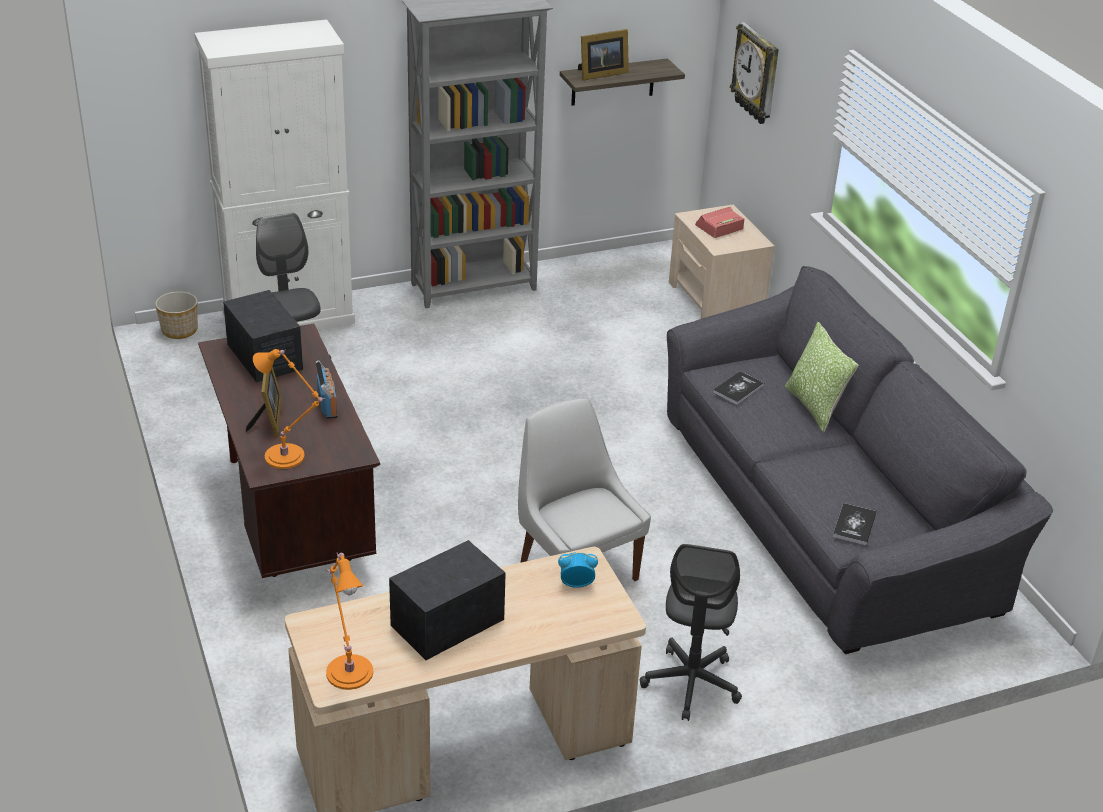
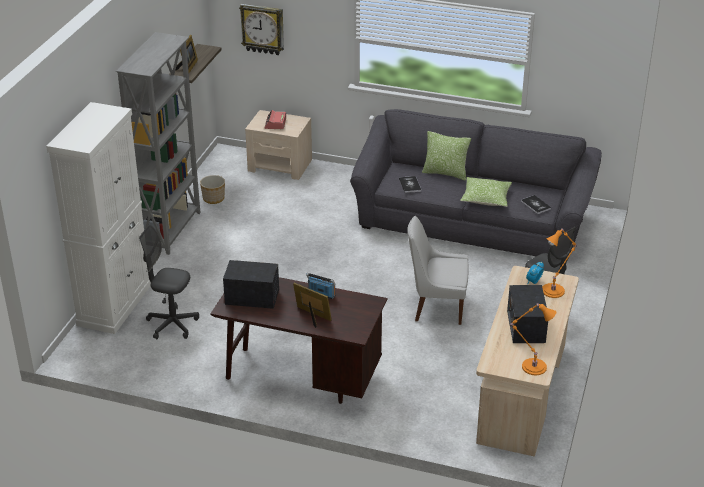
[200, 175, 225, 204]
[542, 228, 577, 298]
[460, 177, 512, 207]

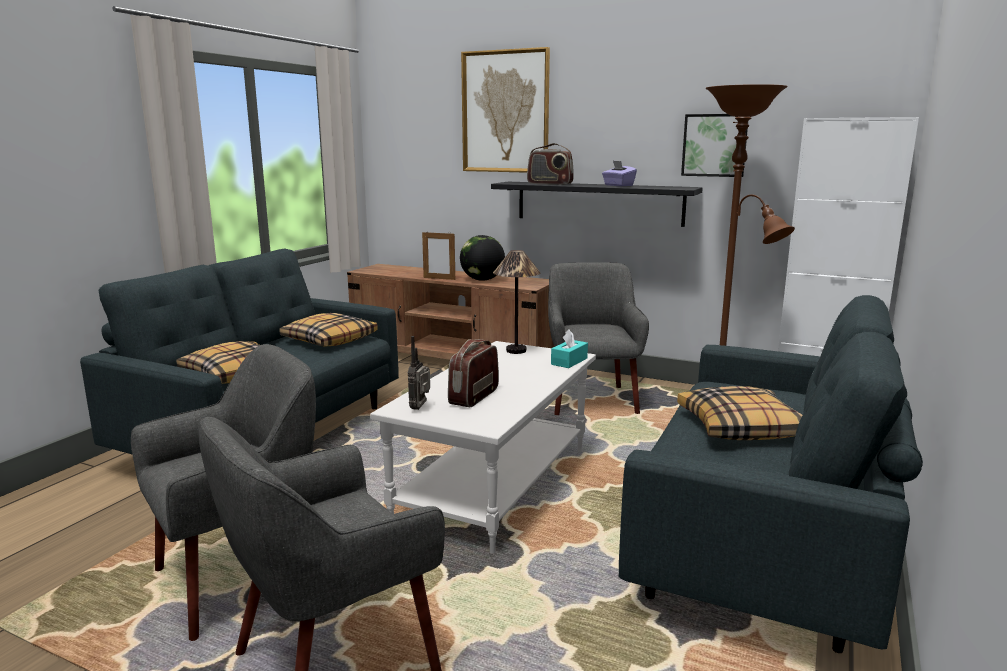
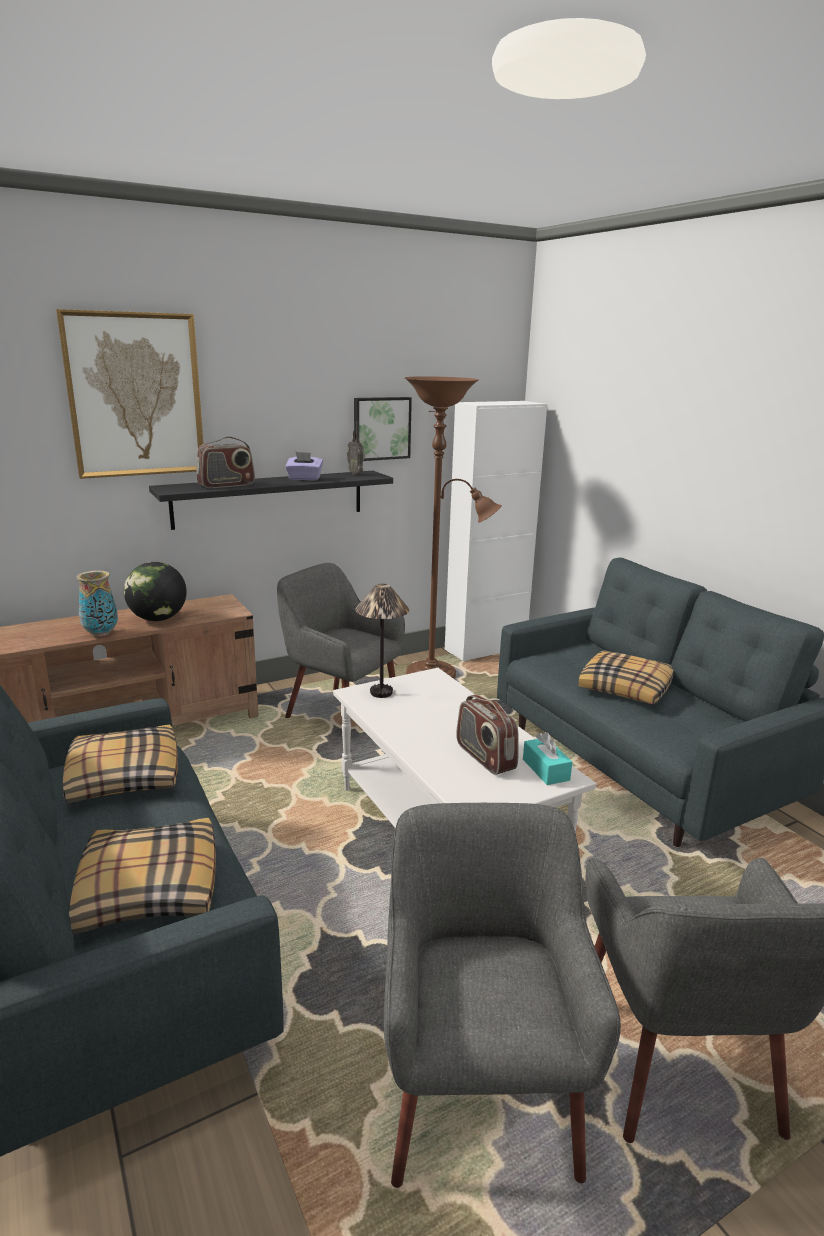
[347, 421, 365, 475]
[76, 571, 118, 637]
[523, 732, 572, 785]

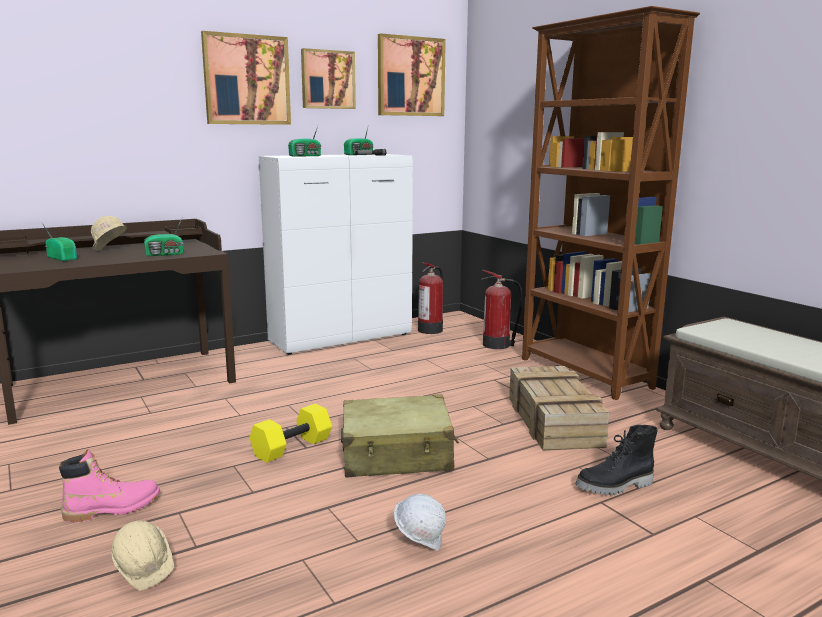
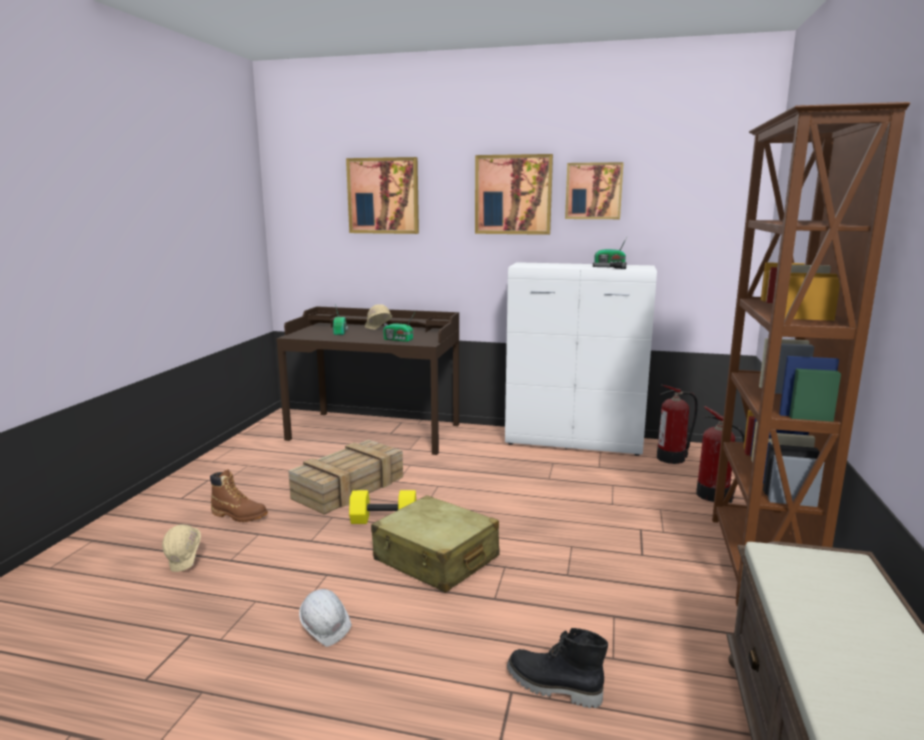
[210, 469, 268, 522]
[288, 126, 321, 157] (first image)
[346, 157, 419, 234]
[288, 440, 403, 515]

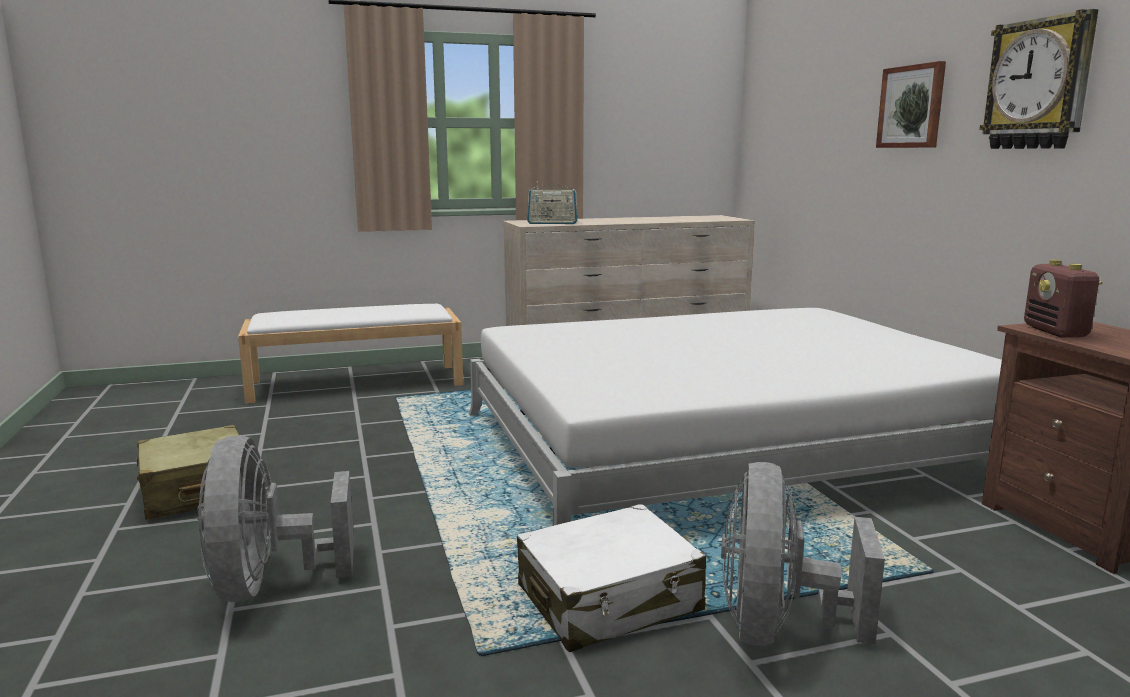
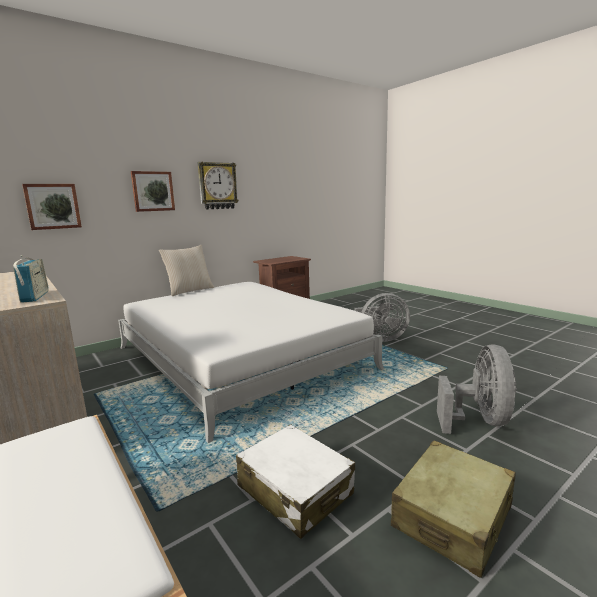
[437, 344, 517, 434]
[236, 424, 355, 539]
[1024, 259, 1102, 337] (first image)
[22, 184, 82, 230]
[159, 245, 214, 296]

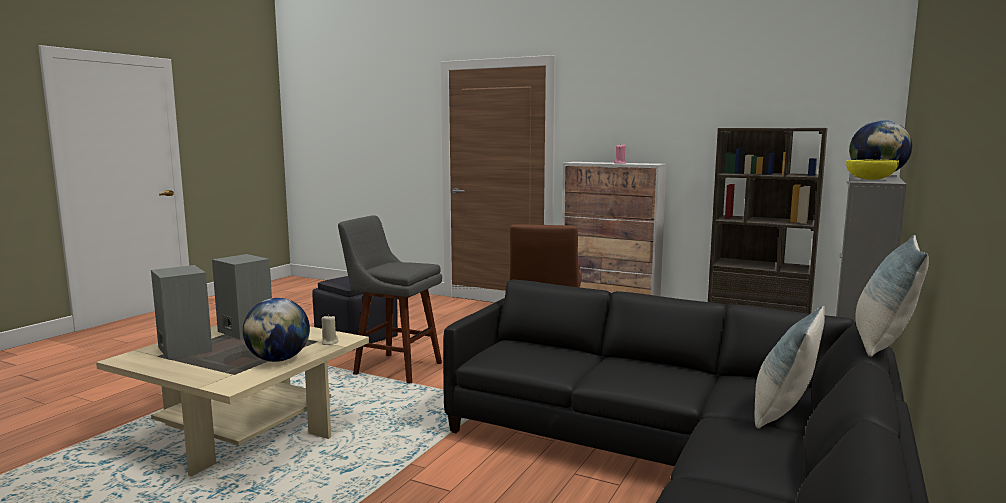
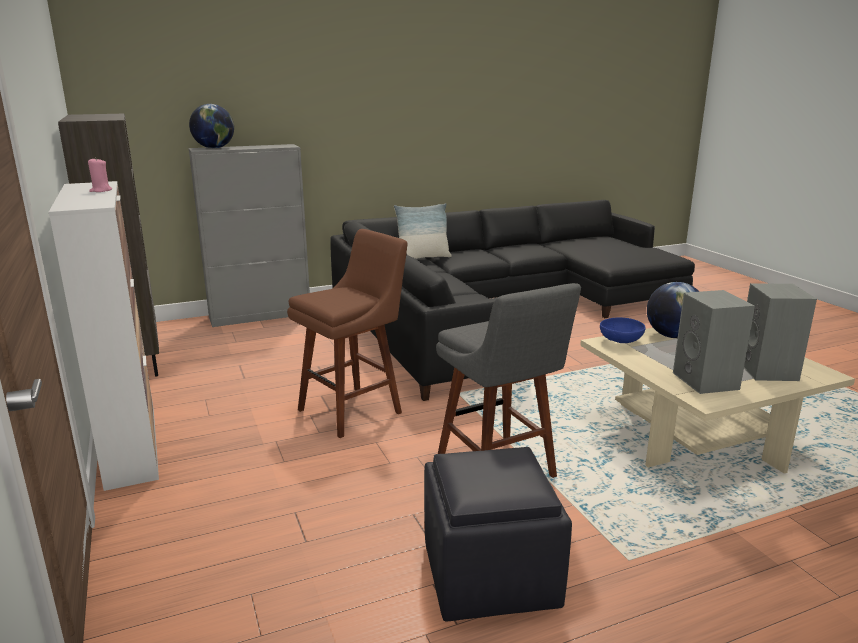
[600, 318, 646, 343]
[846, 160, 899, 180] (first image)
[855, 235, 929, 357] (first image)

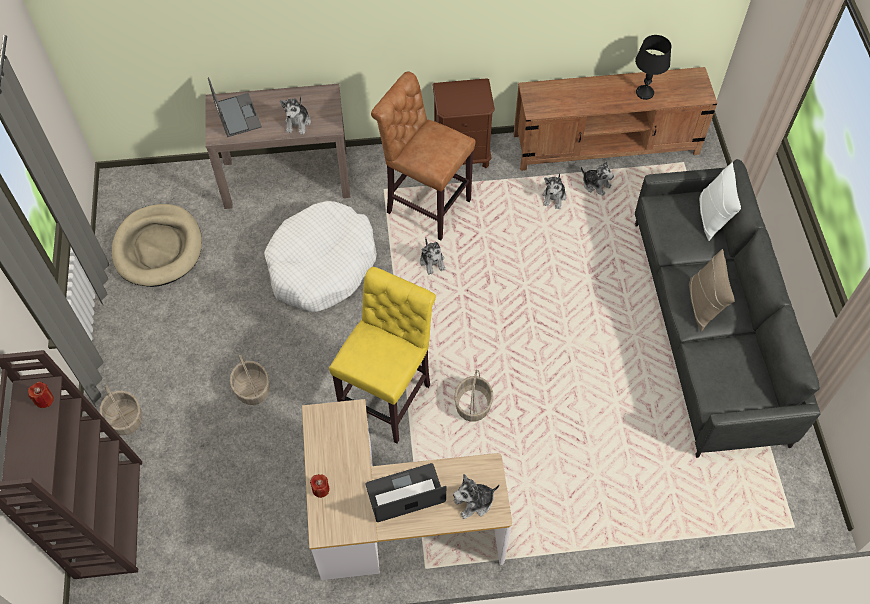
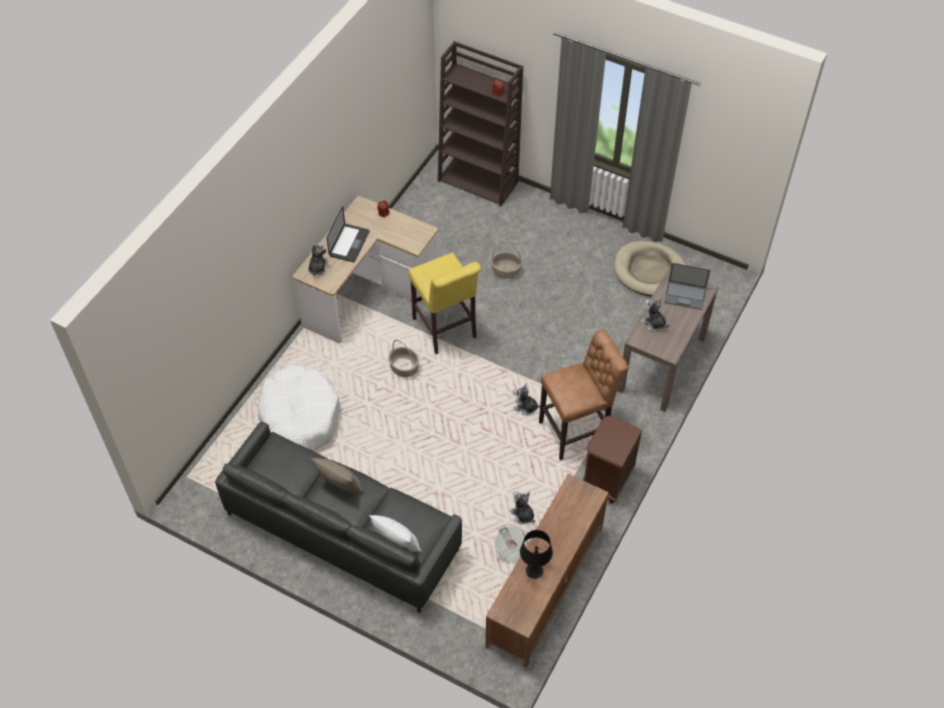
[100, 385, 142, 435] (first image)
[258, 364, 340, 451]
[495, 525, 529, 564]

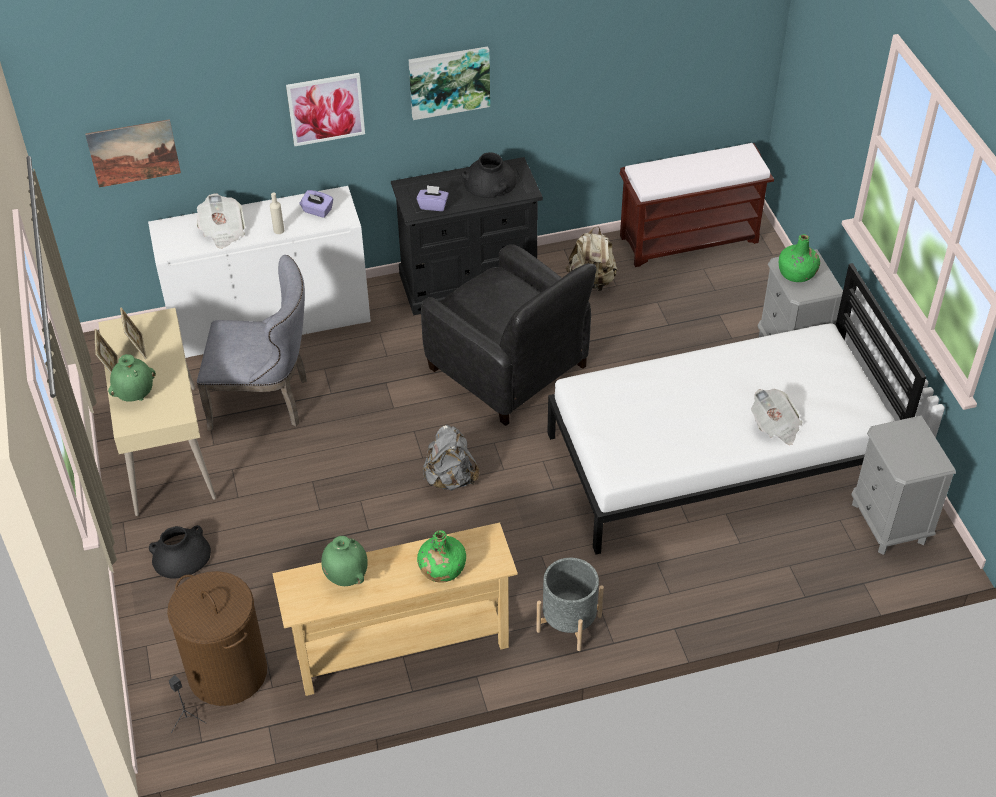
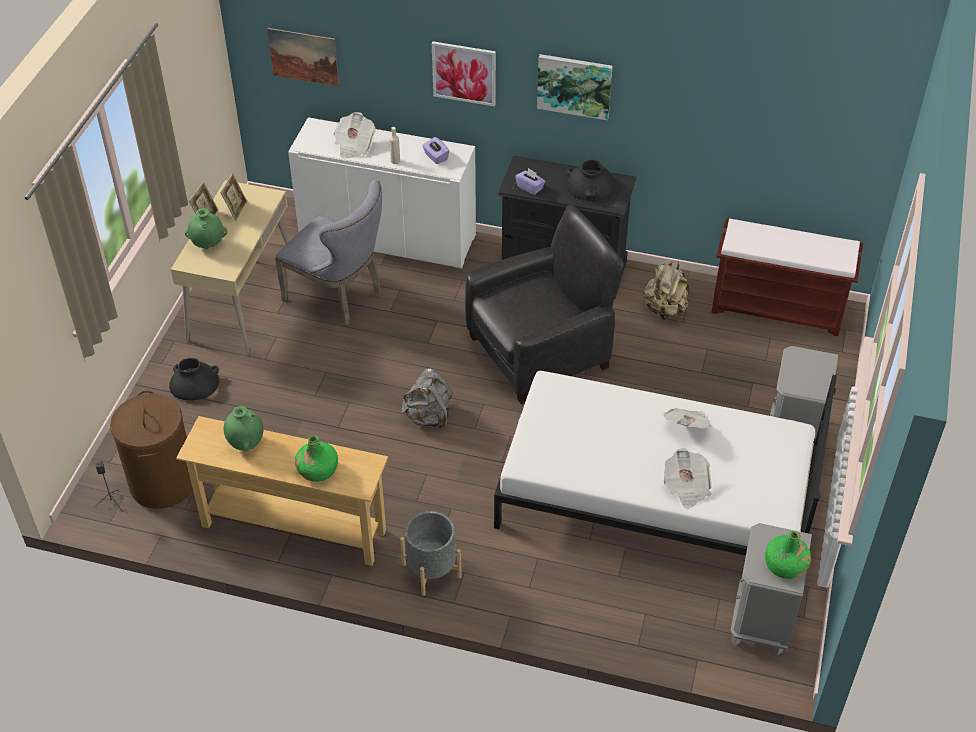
[465, 205, 624, 404]
[765, 531, 811, 579]
[664, 408, 712, 429]

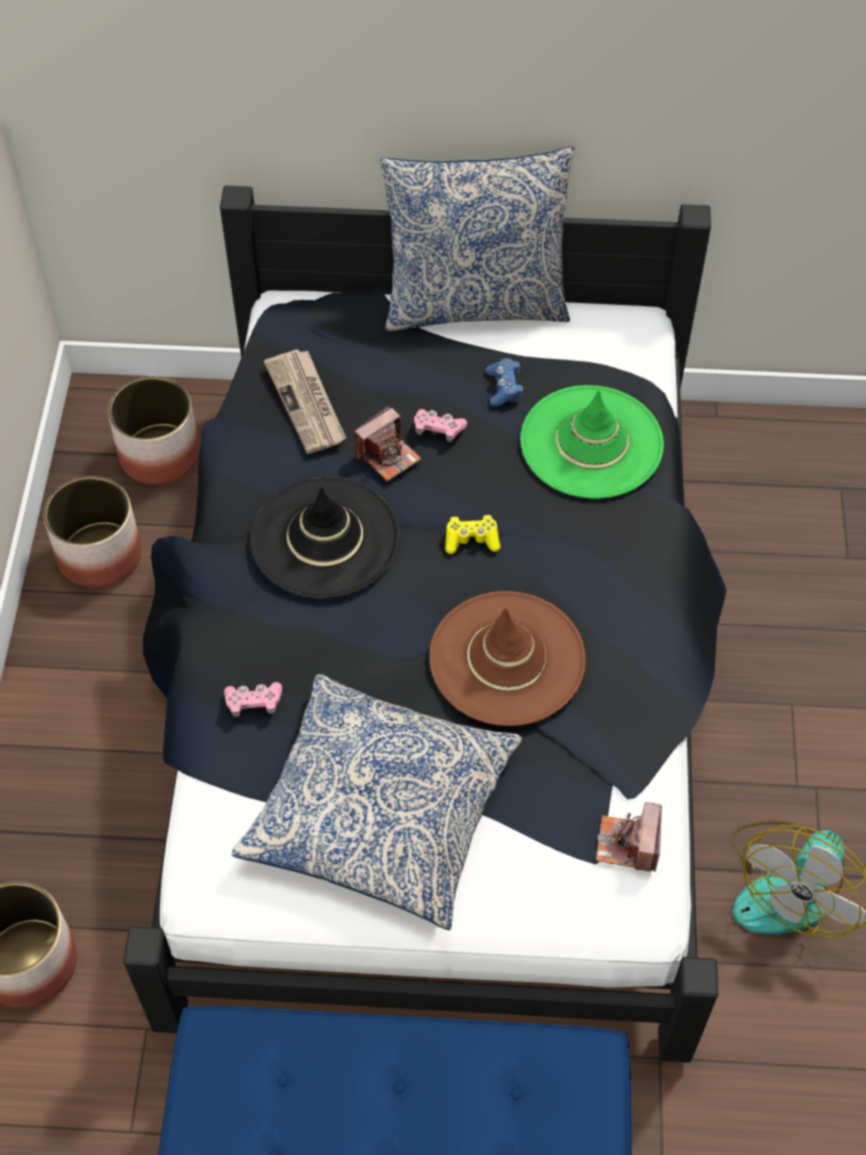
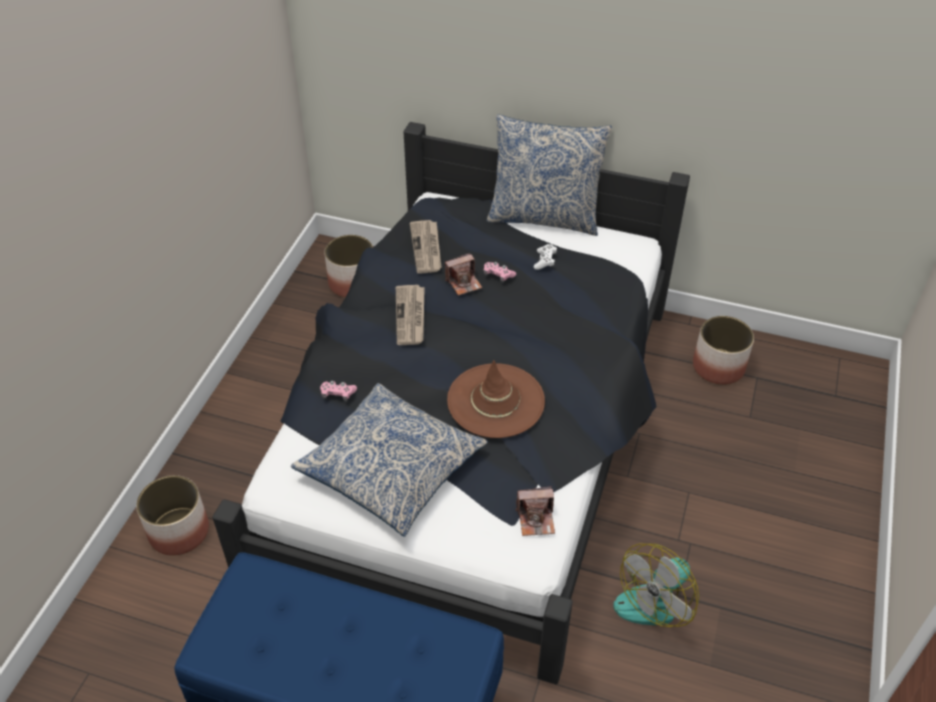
[693, 316, 754, 385]
[396, 285, 425, 345]
[445, 515, 500, 554] (first image)
[534, 244, 557, 270]
[520, 385, 664, 499] (first image)
[516, 486, 555, 536]

